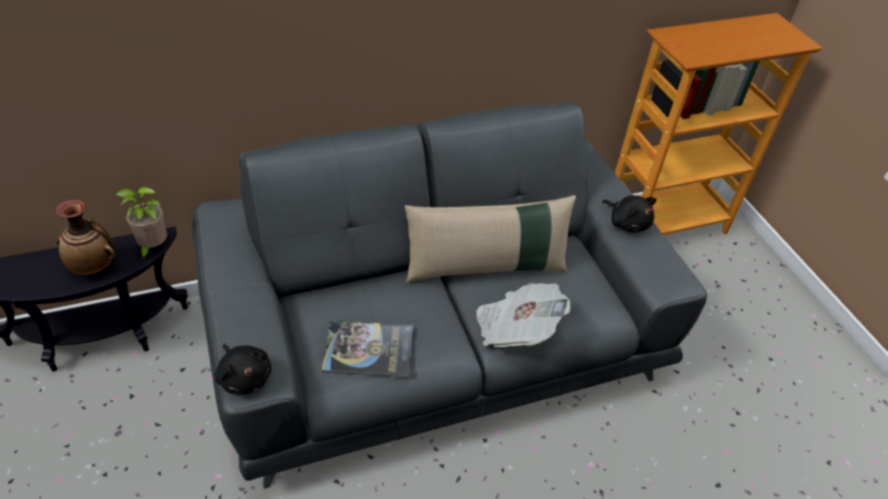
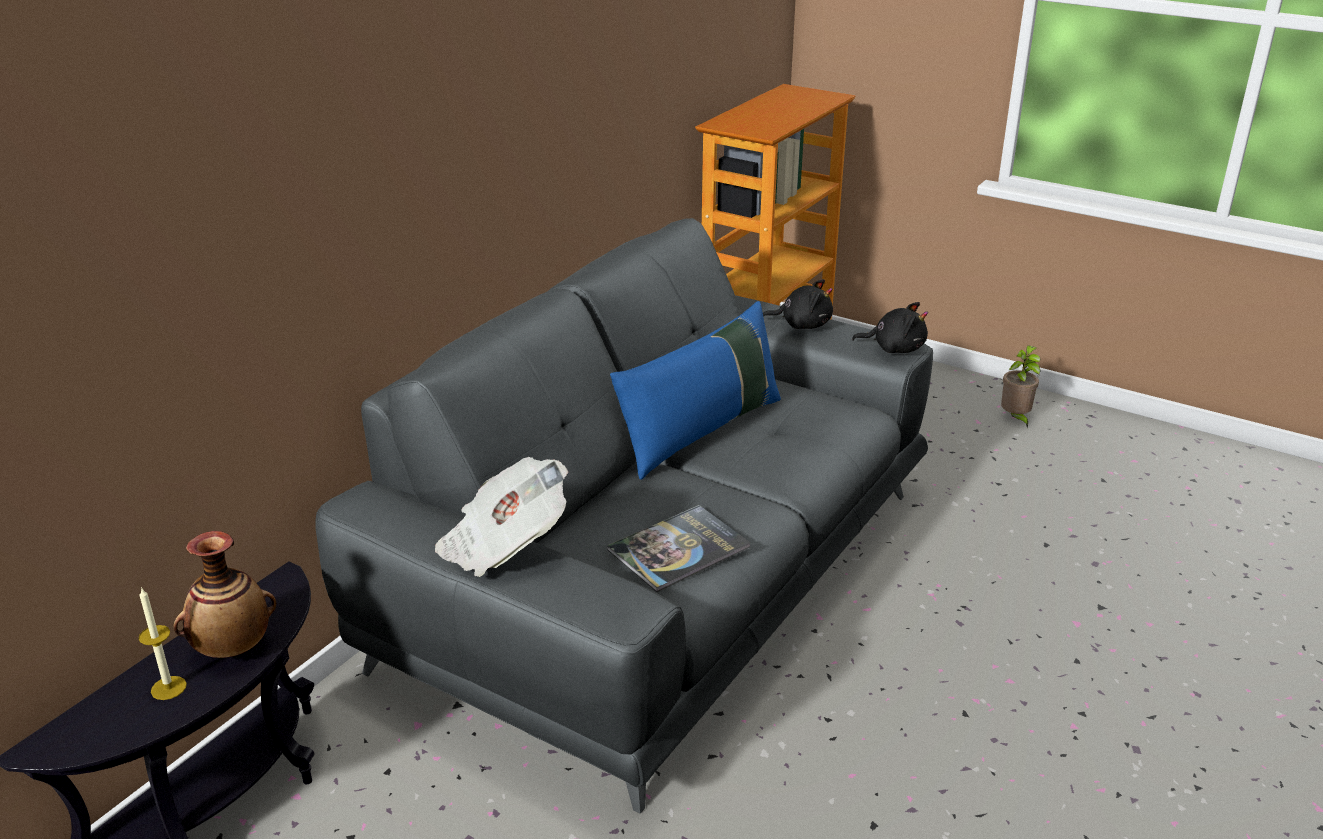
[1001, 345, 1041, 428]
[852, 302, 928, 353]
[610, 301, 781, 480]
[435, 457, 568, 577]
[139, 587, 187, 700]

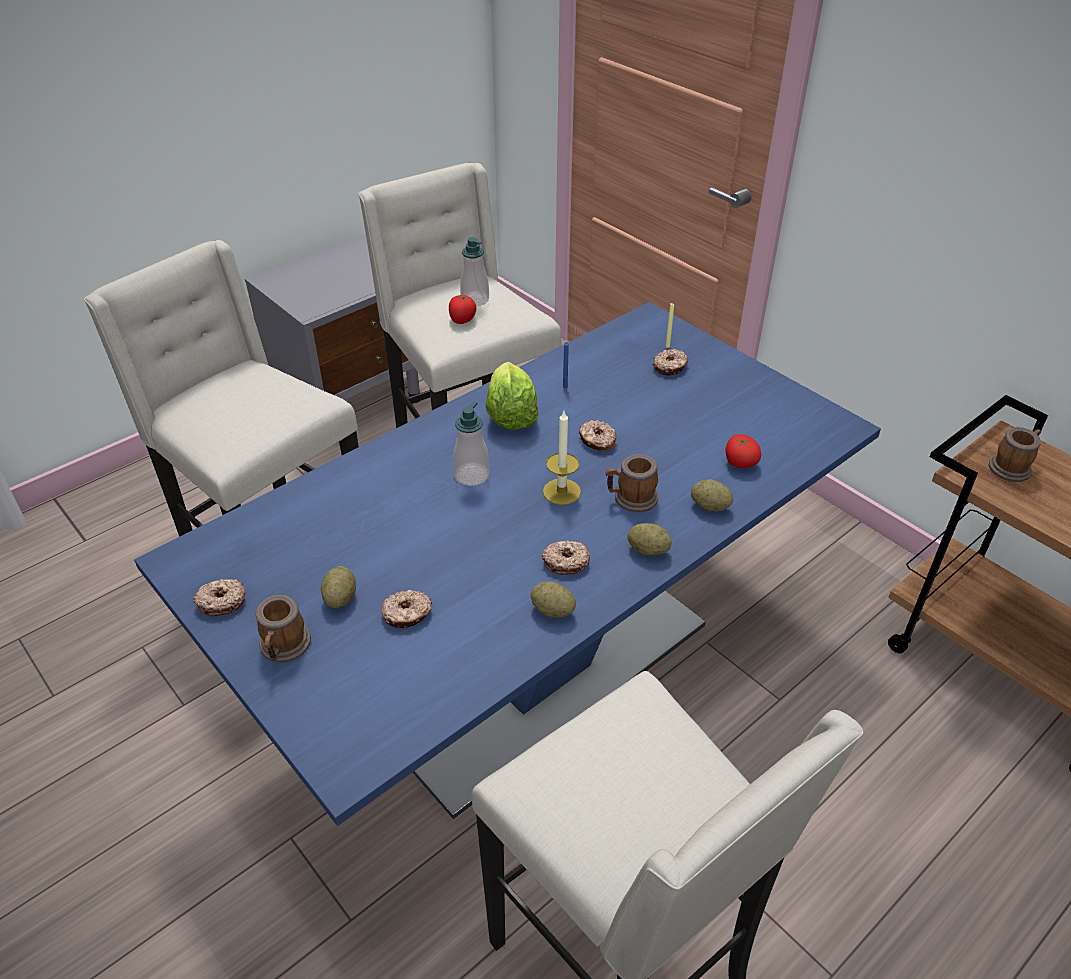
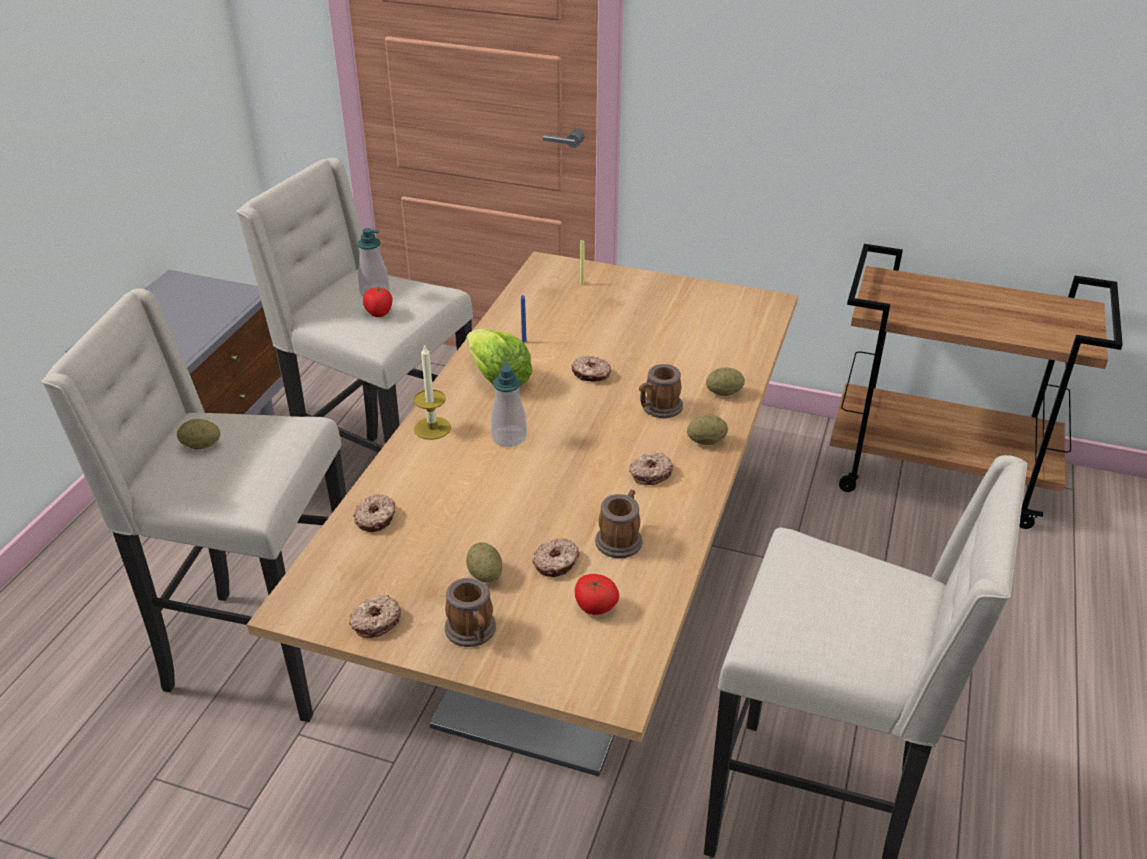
[247, 251, 798, 777]
[177, 419, 220, 449]
[413, 344, 451, 440]
[353, 494, 395, 532]
[575, 574, 619, 615]
[595, 490, 643, 558]

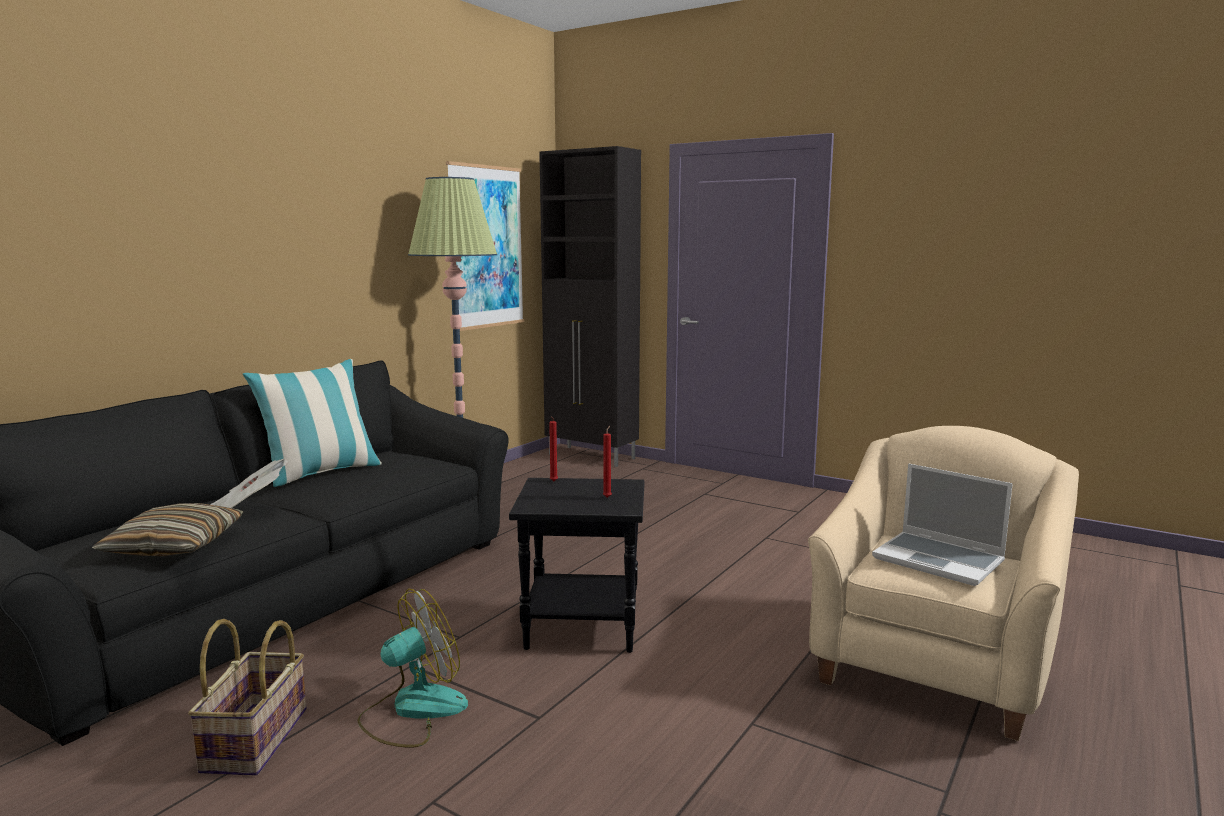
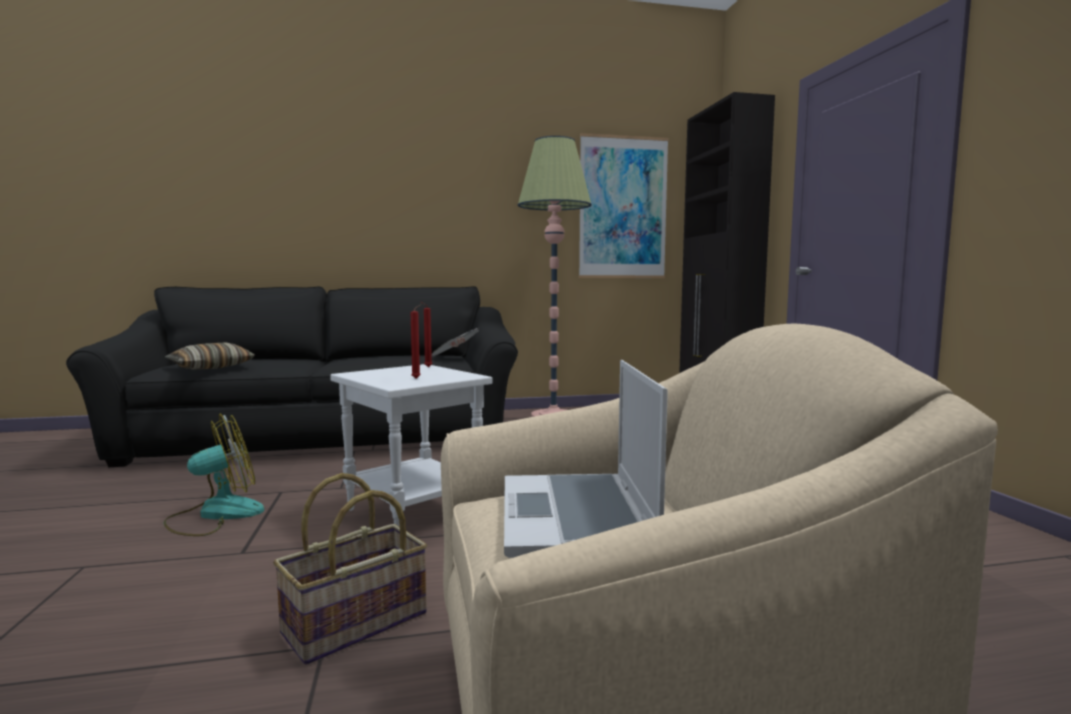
[273, 473, 427, 665]
[431, 328, 479, 356]
[243, 359, 382, 487] (first image)
[163, 413, 264, 536]
[330, 364, 493, 526]

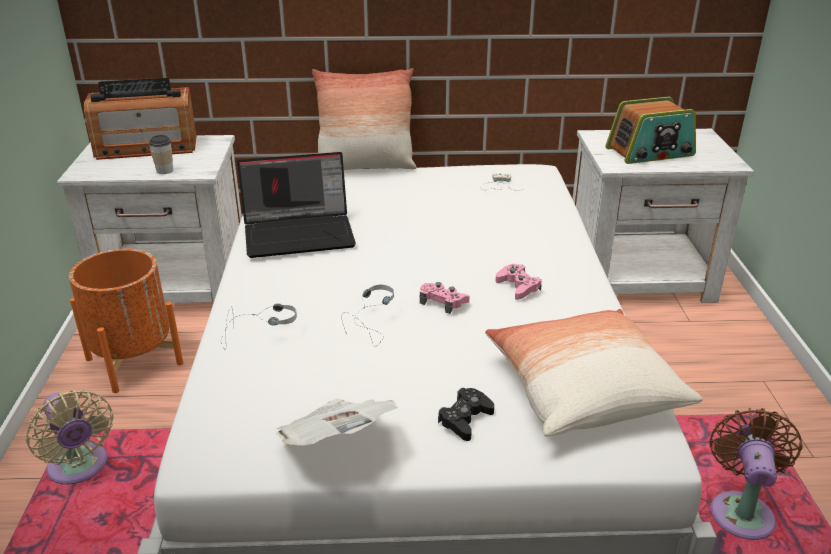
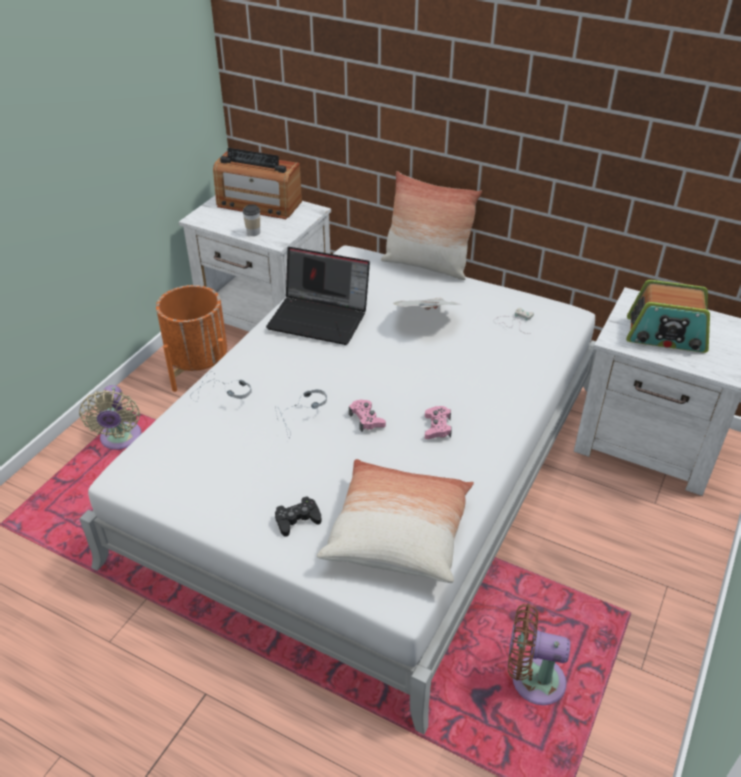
[393, 298, 461, 310]
[508, 604, 571, 705]

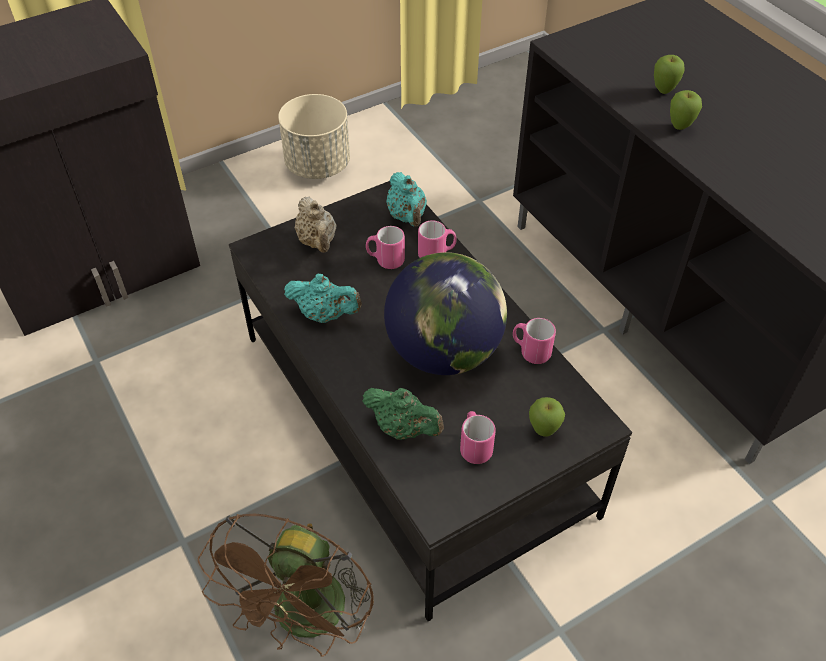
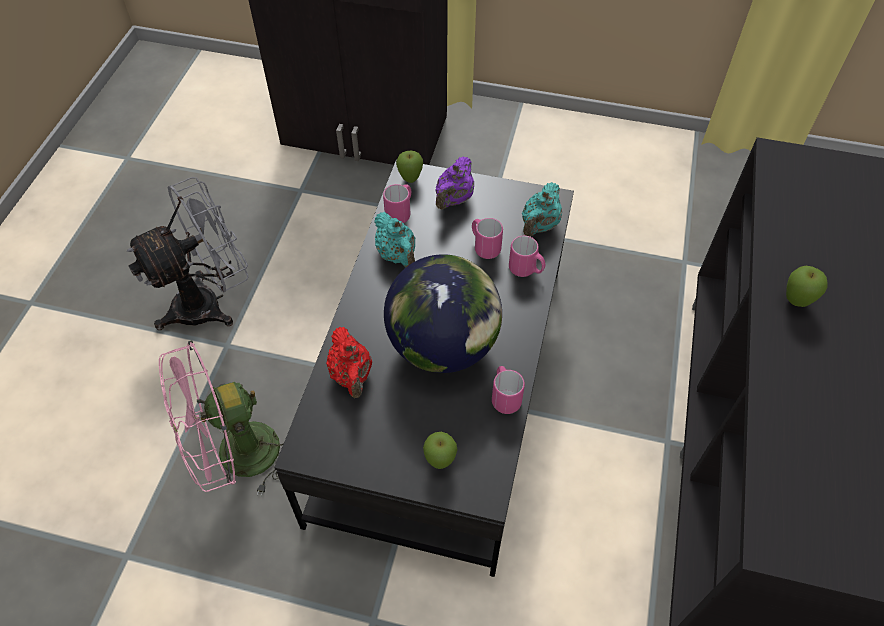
[159, 340, 284, 497]
[278, 94, 350, 179] (first image)
[435, 156, 474, 210]
[326, 327, 372, 398]
[383, 184, 411, 223]
[396, 150, 423, 183]
[127, 177, 249, 330]

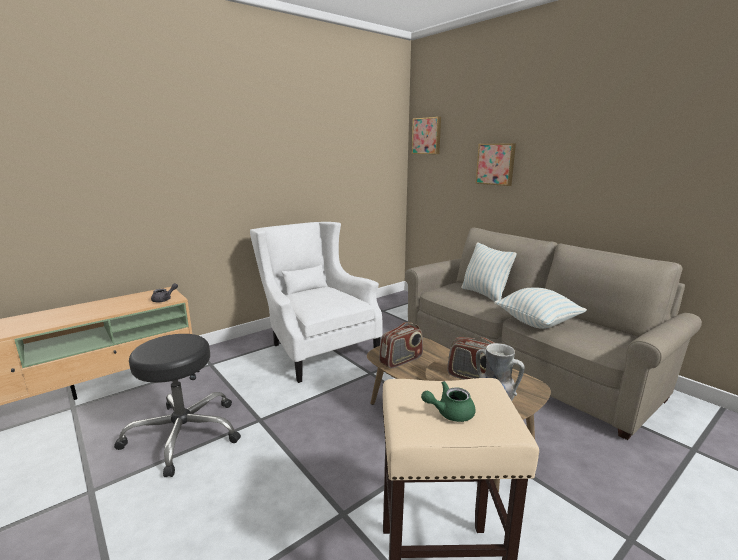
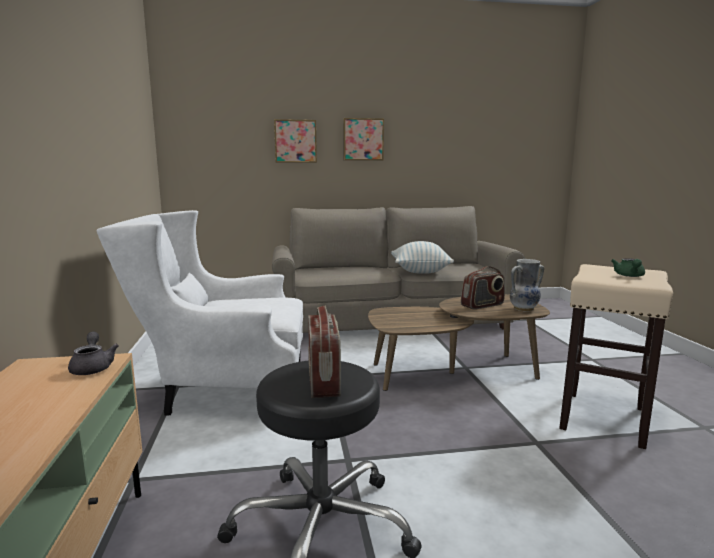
[308, 305, 341, 398]
[343, 118, 384, 161]
[461, 242, 517, 302] (first image)

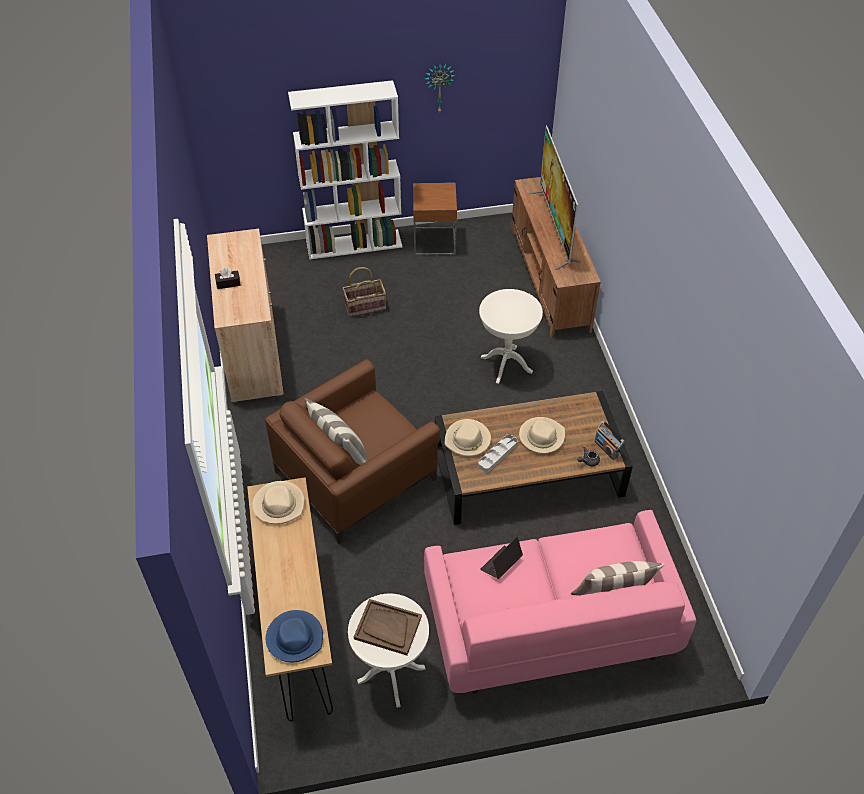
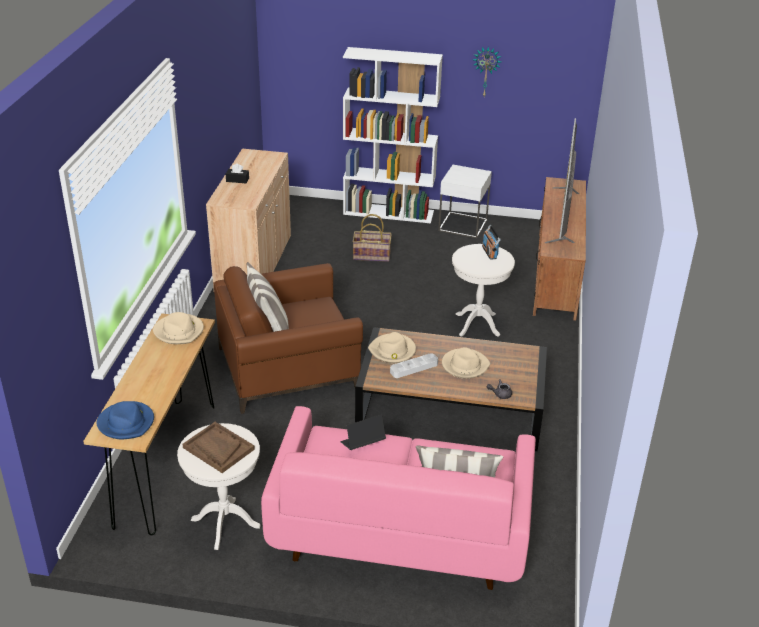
[438, 165, 492, 238]
[482, 225, 501, 260]

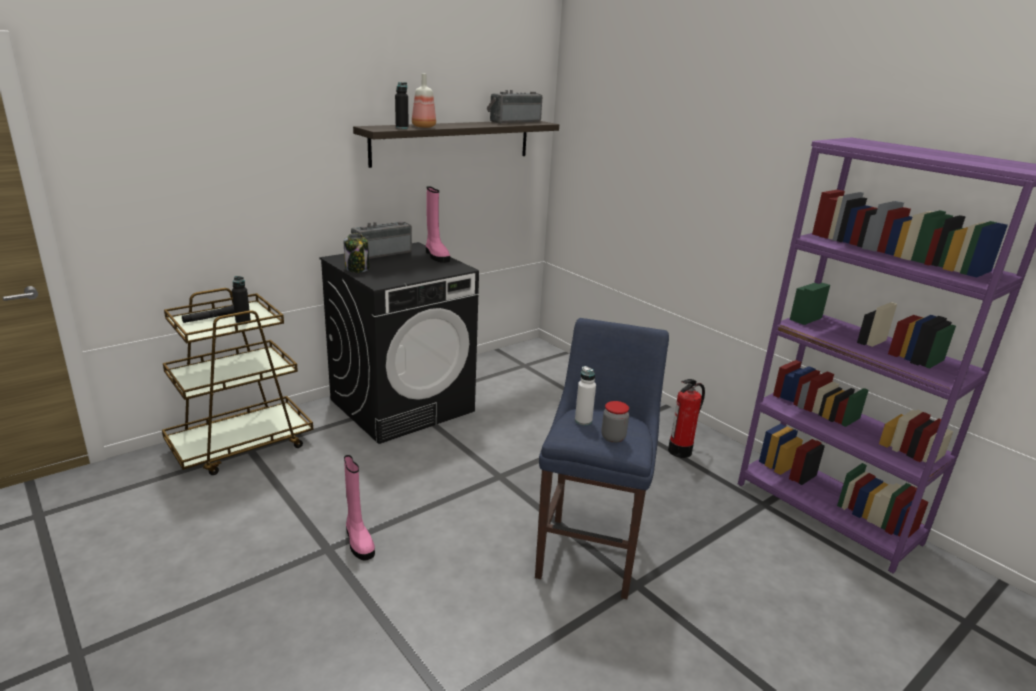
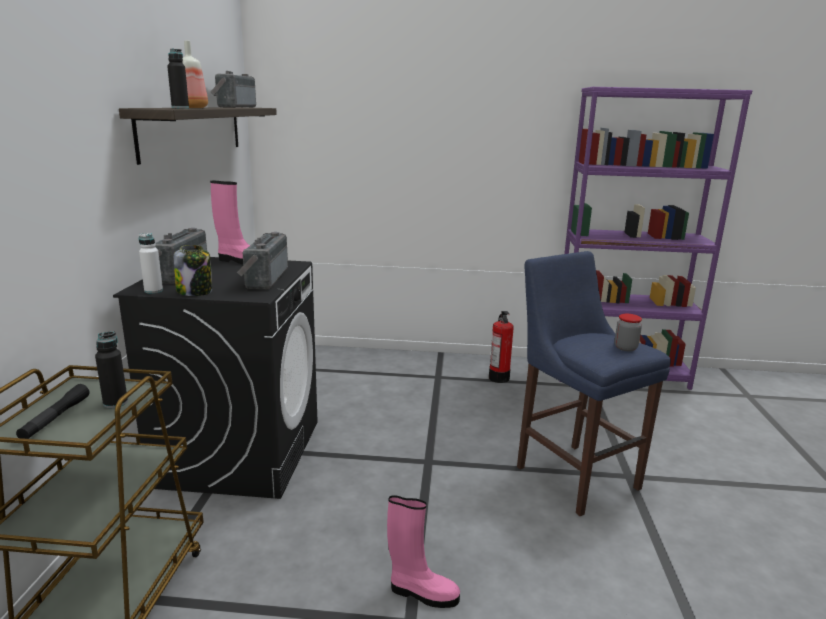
[139, 233, 163, 294]
[237, 232, 288, 289]

